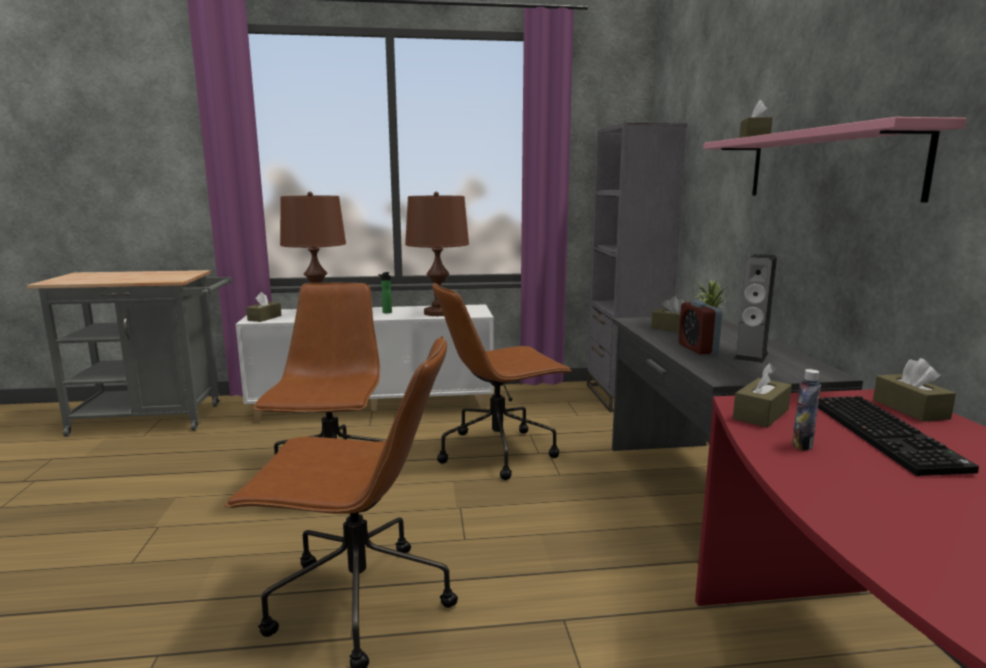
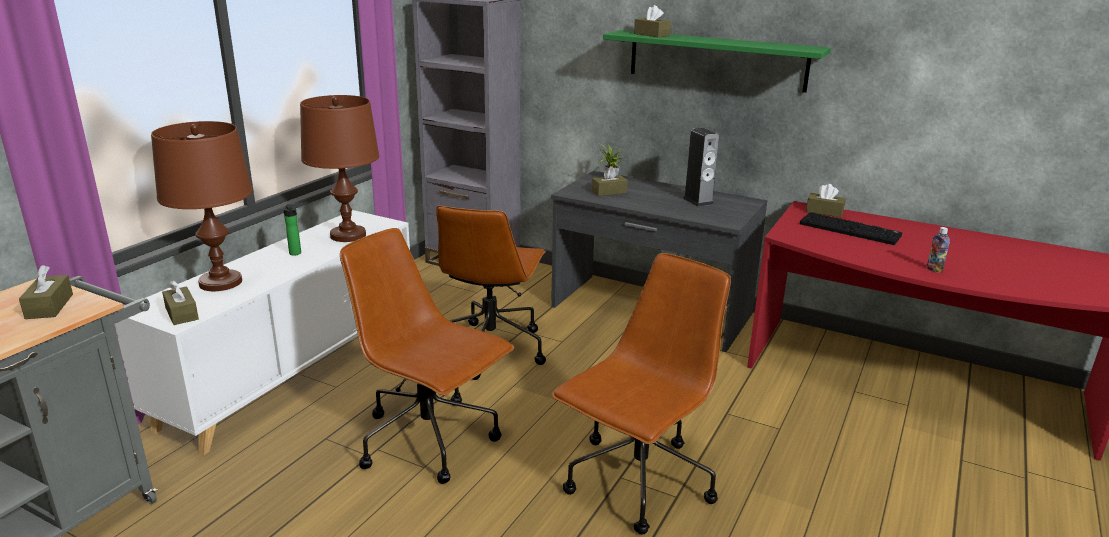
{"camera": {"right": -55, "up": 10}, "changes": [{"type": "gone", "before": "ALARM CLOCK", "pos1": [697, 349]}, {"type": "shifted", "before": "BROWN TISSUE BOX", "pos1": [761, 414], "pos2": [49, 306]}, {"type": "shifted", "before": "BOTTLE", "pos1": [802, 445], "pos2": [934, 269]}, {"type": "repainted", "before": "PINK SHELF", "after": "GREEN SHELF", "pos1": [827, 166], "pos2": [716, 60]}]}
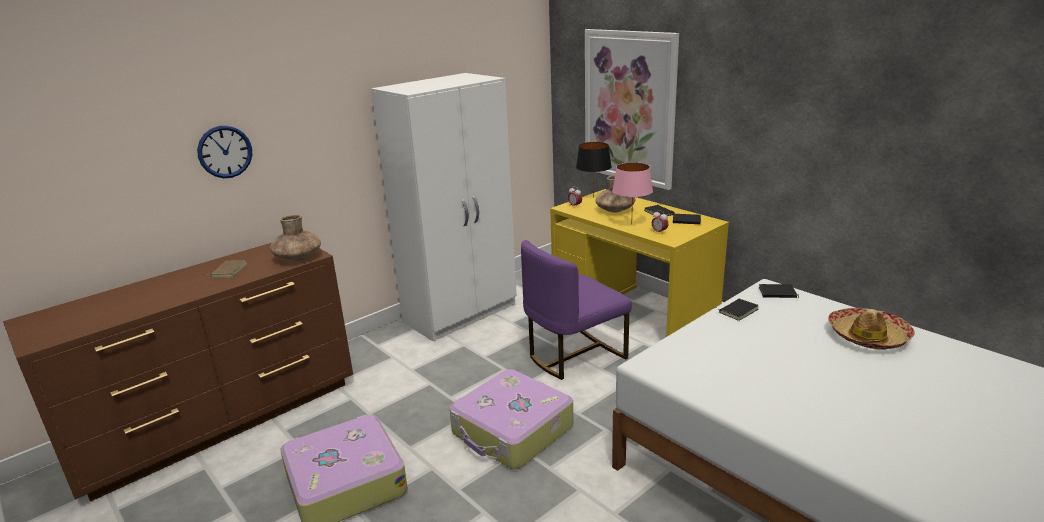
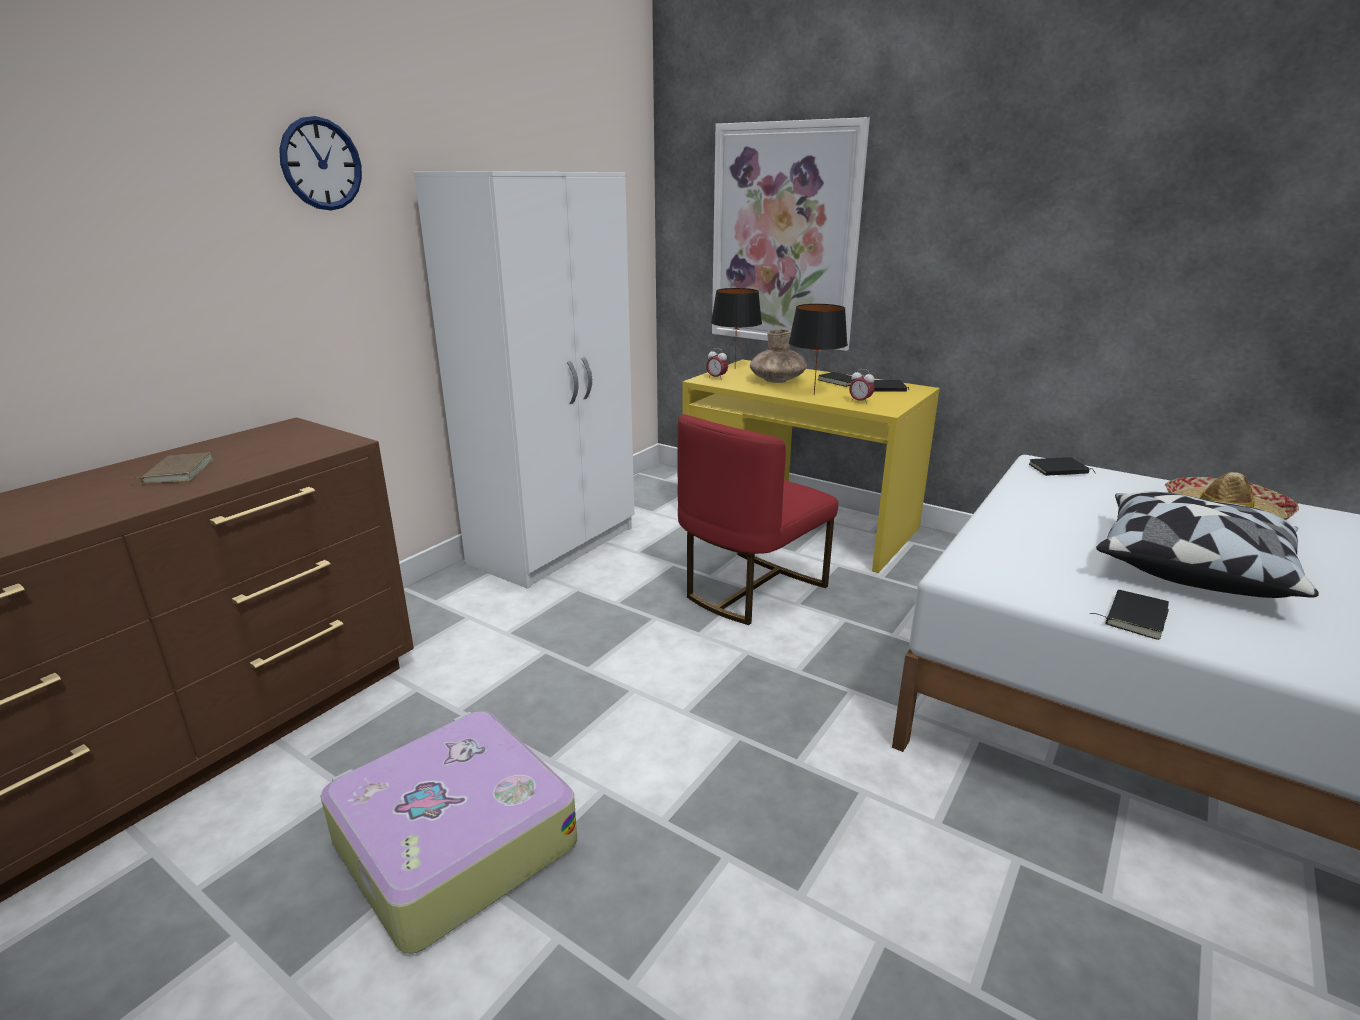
{"camera": {"right": -15, "up": 0}, "changes": [{"type": "gone", "before": "BROWN VASE", "pos1": [297, 257]}, {"type": "gone", "before": "SUITCASE", "pos1": [512, 431]}, {"type": "new", "after": "PILLOW", "pos2": [1191, 566]}, {"type": "shifted", "before": "WALL CLOCK", "pos1": [225, 152], "pos2": [321, 164]}, {"type": "shifted", "before": "BLACK BOOK", "pos1": [737, 311], "pos2": [1133, 617]}, {"type": "repainted", "before": "PURPLE CHAIR", "after": "RED CHAIR", "pos1": [574, 355], "pos2": [750, 589]}, {"type": "repainted", "before": "PINK TABLE LAMP", "after": "BLACK TABLE LAMP", "pos1": [631, 224], "pos2": [813, 395]}]}
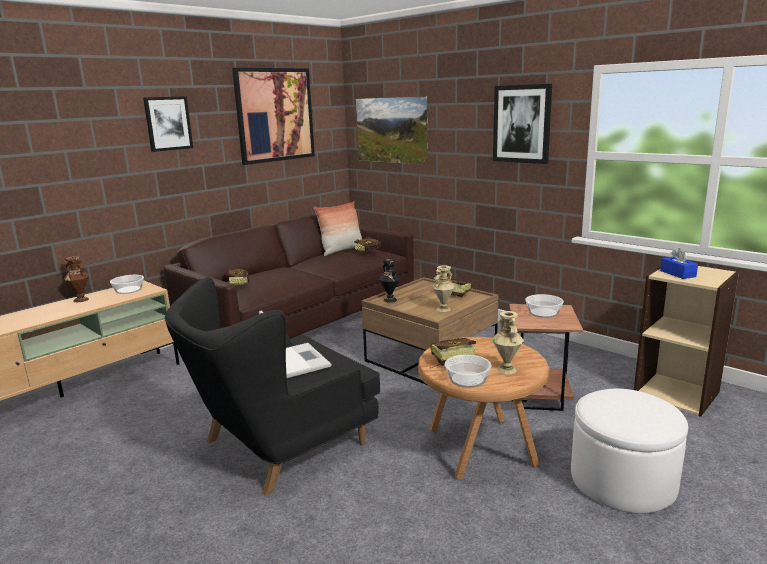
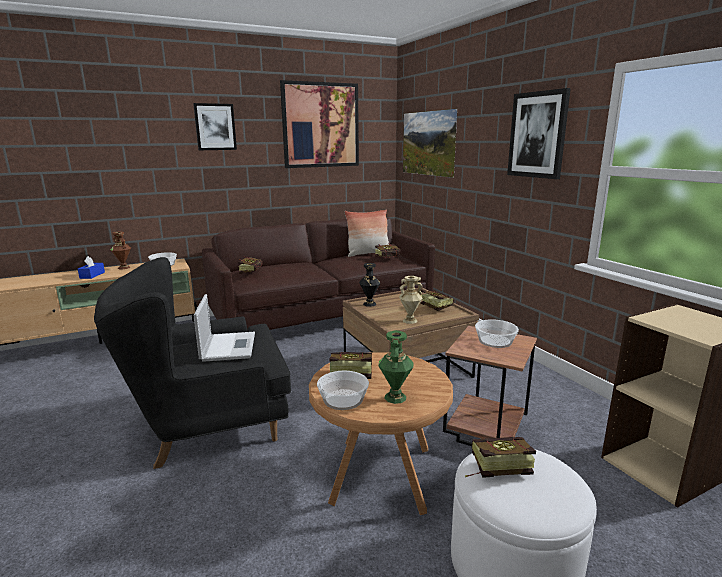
{"camera": {"right": 20, "up": 0}, "changes": [{"type": "new", "after": "BOOK", "pos2": [494, 468]}, {"type": "shifted", "before": "BLUE TISSUE BOX", "pos1": [677, 273], "pos2": [92, 275]}, {"type": "repainted", "before": "BEIGE VASE", "after": "GREEN VASE", "pos1": [507, 369], "pos2": [396, 397]}]}
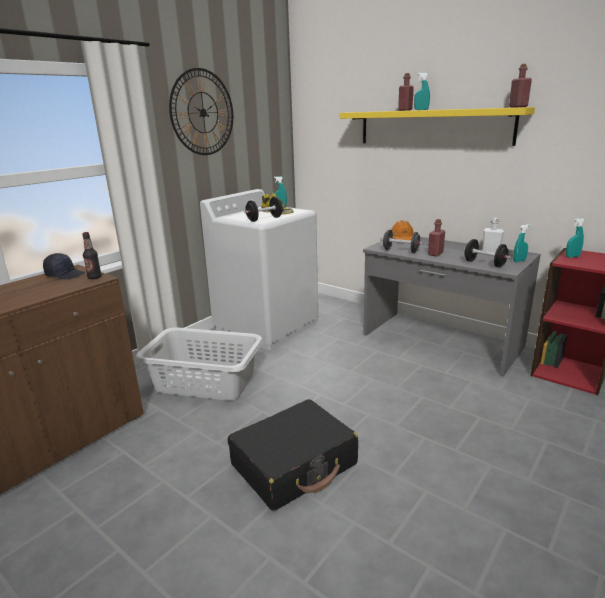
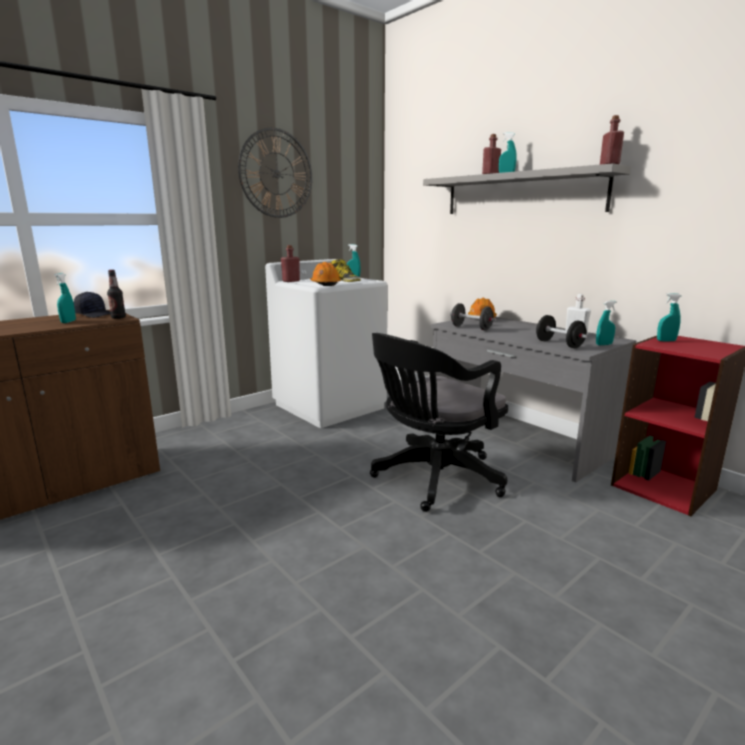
{"camera": {"right": 10, "up": -5}, "changes": [{"type": "gone", "before": "GREY LAUNDRY BASKET", "pos1": [205, 381]}, {"type": "gone", "before": "BLACK SUITCASE", "pos1": [294, 464]}, {"type": "new", "after": "TURQUOISE SPRAY BOTTLE", "pos2": [68, 322]}, {"type": "new", "after": "BLACK OFFICE CHAIR", "pos2": [433, 479]}, {"type": "shifted", "before": "RED BOTTLE", "pos1": [435, 254], "pos2": [291, 281]}, {"type": "swapped", "before": "BLACK DUMBBELL", "after": "ORANGE HARD HAT", "pos1": [264, 219], "pos2": [325, 284]}, {"type": "repainted", "before": "YELLOW SHELF", "after": "GREY SHELF", "pos1": [433, 127], "pos2": [521, 194]}]}
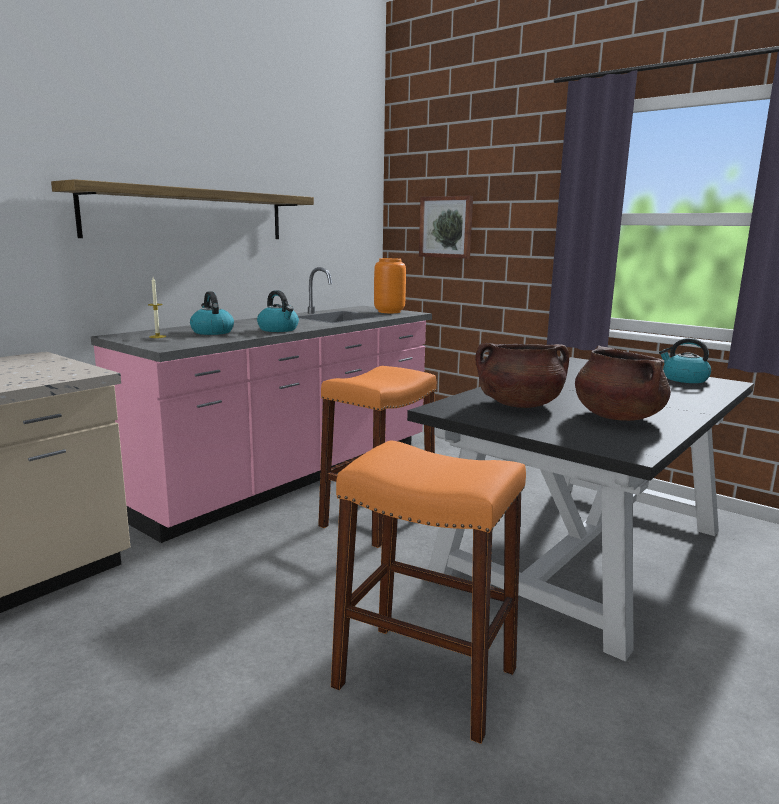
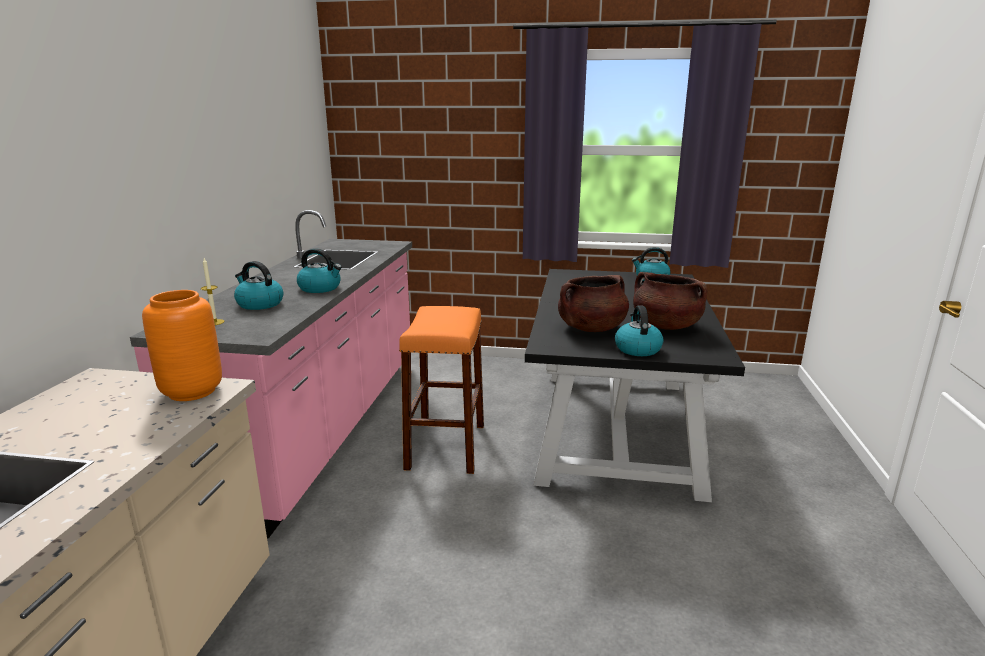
{"camera": {"right": -30, "up": 5}, "changes": [{"type": "gone", "before": "SHELF", "pos1": [189, 215]}, {"type": "gone", "before": "ORANGE STOOL", "pos1": [425, 677]}, {"type": "gone", "before": "PICTURE", "pos1": [446, 227]}, {"type": "new", "after": "KETTLE", "pos2": [637, 349]}, {"type": "shifted", "before": "ORANGE VASE", "pos1": [389, 312], "pos2": [193, 391]}]}
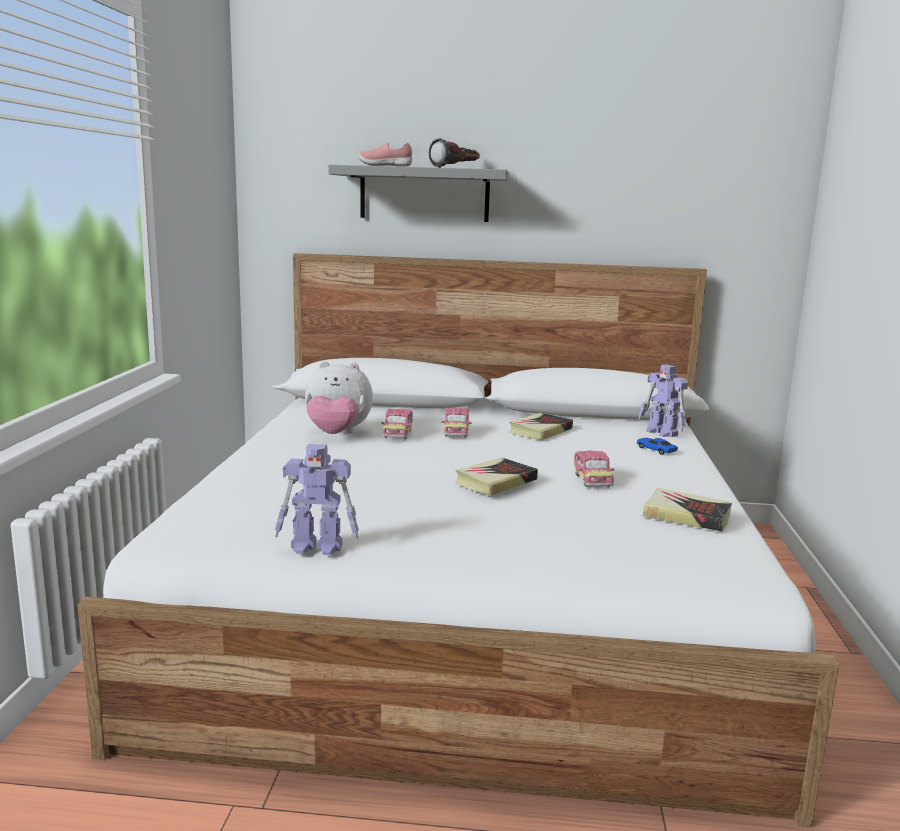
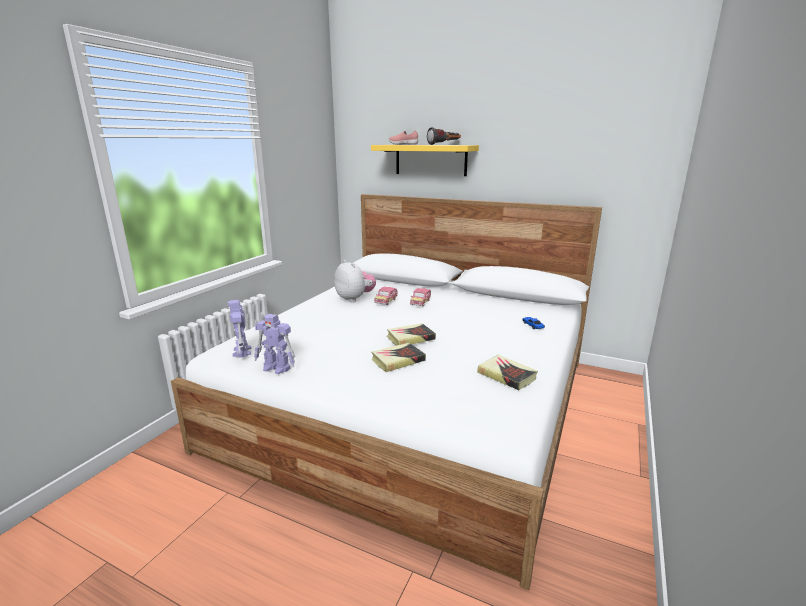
{"camera": {"right": 20, "up": 5}, "changes": [{"type": "gone", "before": "TOY CAR", "pos1": [592, 480]}, {"type": "shifted", "before": "BOOK", "pos1": [540, 431], "pos2": [398, 360]}, {"type": "shifted", "before": "TOY ROBOT", "pos1": [662, 433], "pos2": [242, 352]}, {"type": "repainted", "before": "GREY SHELF", "after": "YELLOW SHELF", "pos1": [424, 194], "pos2": [430, 160]}, {"type": "rotated", "before": "PLUSH TOY", "pos1": [337, 434], "pos2": [355, 299], "turn": -150}]}
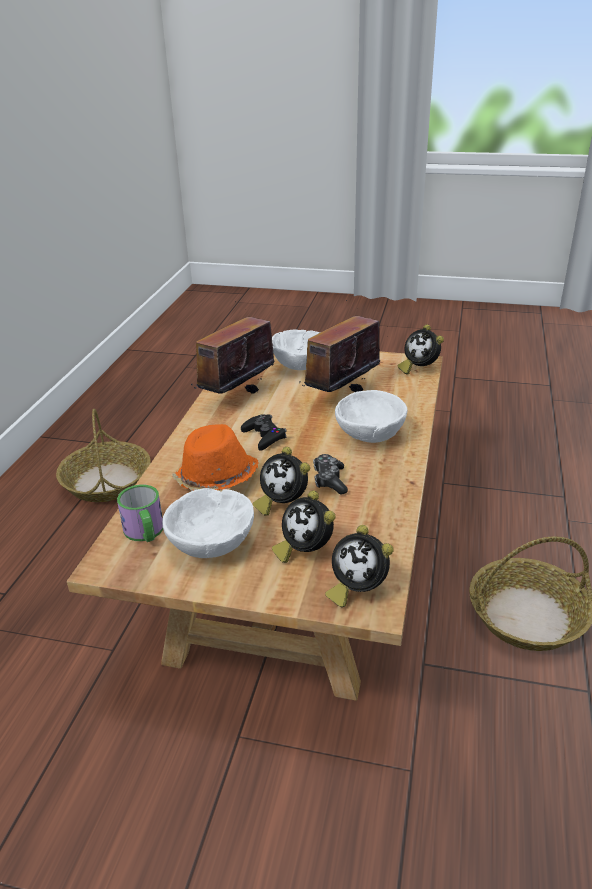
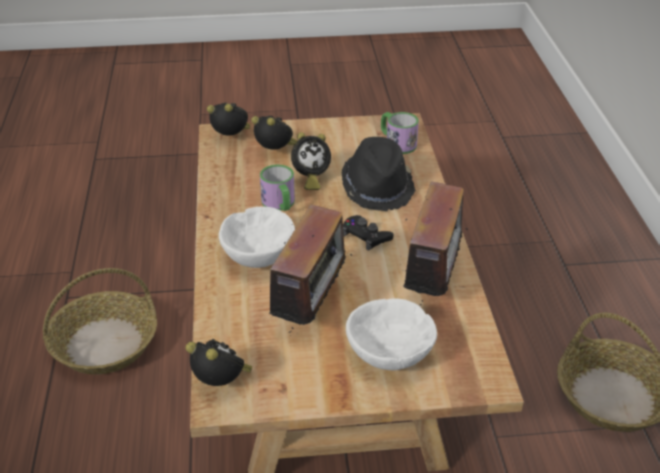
{"camera": {"right": 160, "up": 5}, "changes": [{"type": "gone", "before": "WHITE BOWL", "pos1": [211, 545]}, {"type": "swapped", "before": "GAME CONTROLLER", "after": "MUG", "pos1": [329, 480], "pos2": [280, 204]}, {"type": "repainted", "before": "ORANGE HAT", "after": "BLACK HAT", "pos1": [216, 479], "pos2": [378, 188]}, {"type": "rotated", "before": "ALARM CLOCK", "pos1": [282, 504], "pos2": [310, 179], "turn": 135}]}
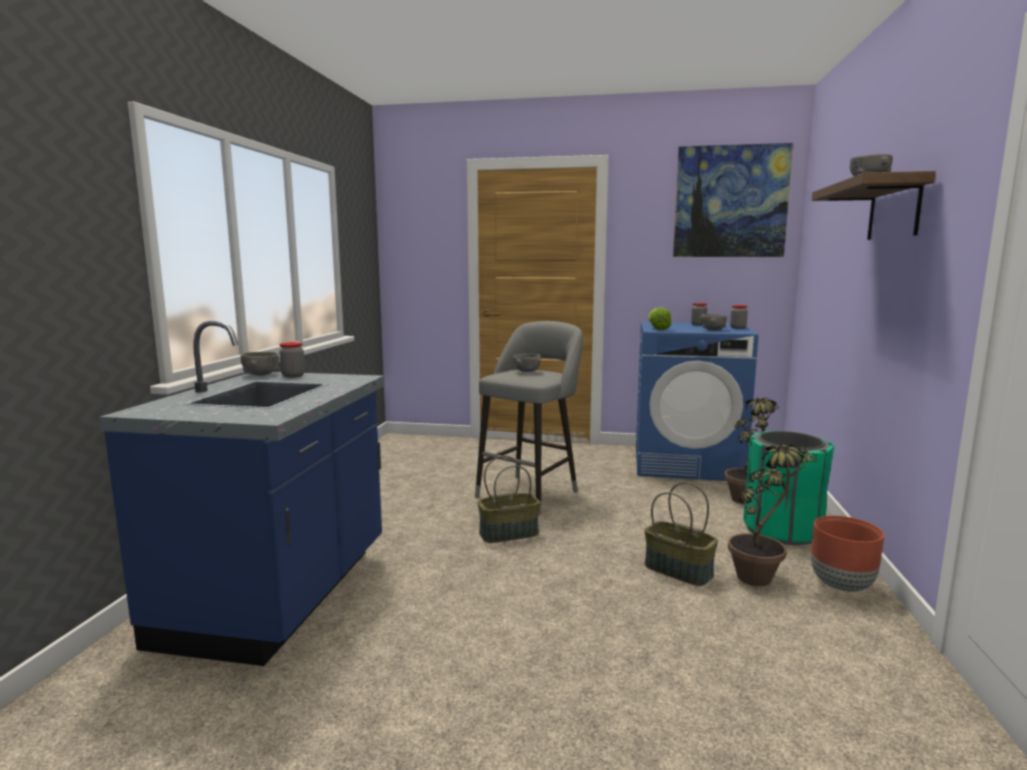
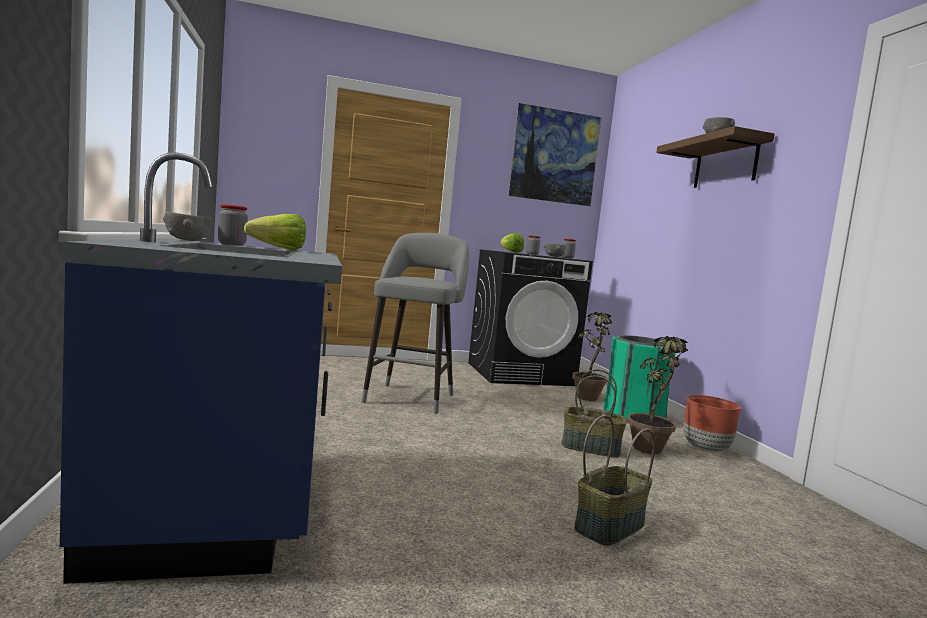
{"camera": {"right": -25, "up": -5}, "changes": [{"type": "gone", "before": "GREY BOWL", "pos1": [527, 371]}, {"type": "new", "after": "LETTUCE", "pos2": [273, 248]}, {"type": "shifted", "before": "BASKET", "pos1": [509, 533], "pos2": [609, 526]}, {"type": "repainted", "before": "BLUE WASHING MACHINE", "after": "BLACK WASHING MACHINE", "pos1": [687, 463], "pos2": [520, 374]}]}
